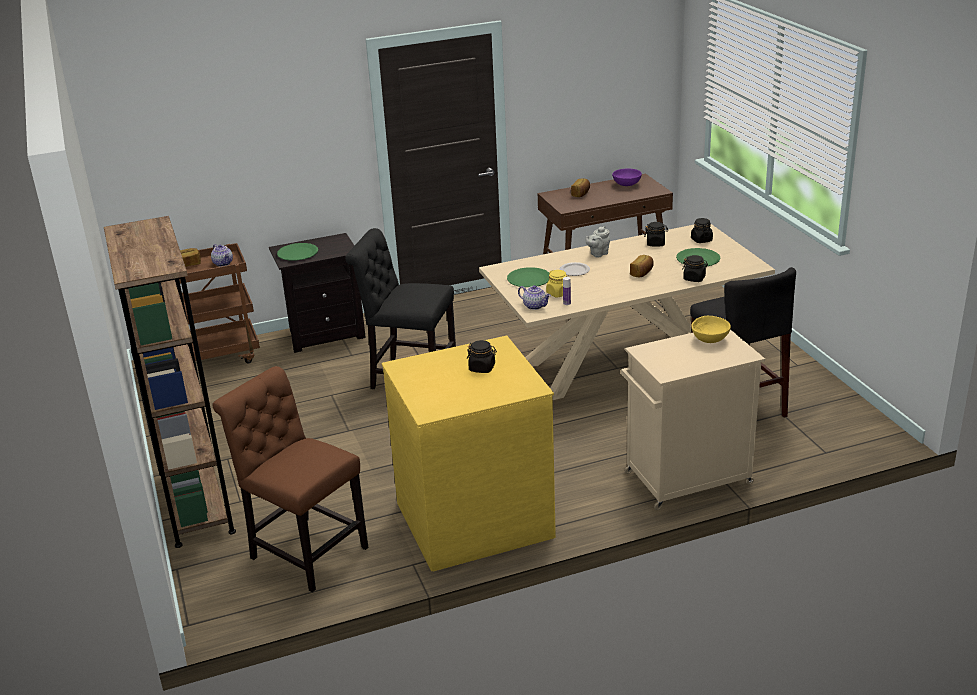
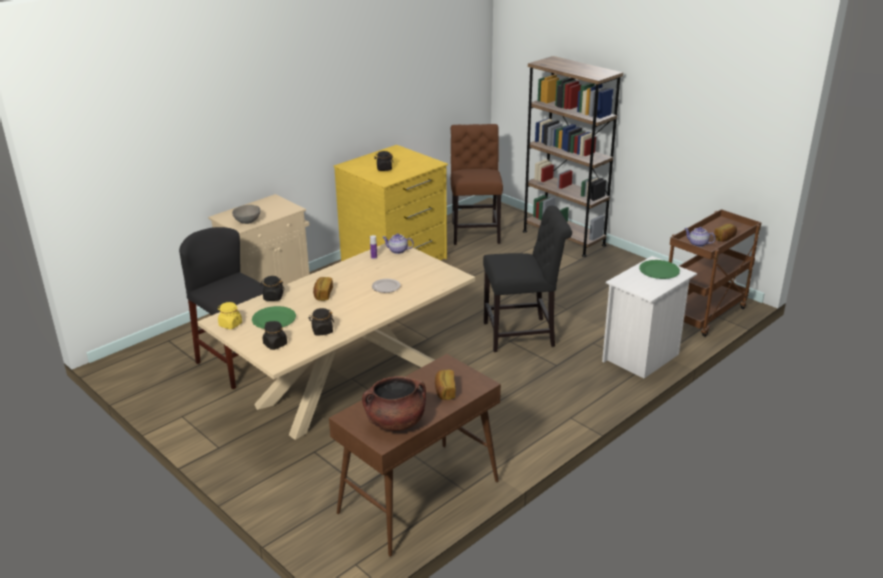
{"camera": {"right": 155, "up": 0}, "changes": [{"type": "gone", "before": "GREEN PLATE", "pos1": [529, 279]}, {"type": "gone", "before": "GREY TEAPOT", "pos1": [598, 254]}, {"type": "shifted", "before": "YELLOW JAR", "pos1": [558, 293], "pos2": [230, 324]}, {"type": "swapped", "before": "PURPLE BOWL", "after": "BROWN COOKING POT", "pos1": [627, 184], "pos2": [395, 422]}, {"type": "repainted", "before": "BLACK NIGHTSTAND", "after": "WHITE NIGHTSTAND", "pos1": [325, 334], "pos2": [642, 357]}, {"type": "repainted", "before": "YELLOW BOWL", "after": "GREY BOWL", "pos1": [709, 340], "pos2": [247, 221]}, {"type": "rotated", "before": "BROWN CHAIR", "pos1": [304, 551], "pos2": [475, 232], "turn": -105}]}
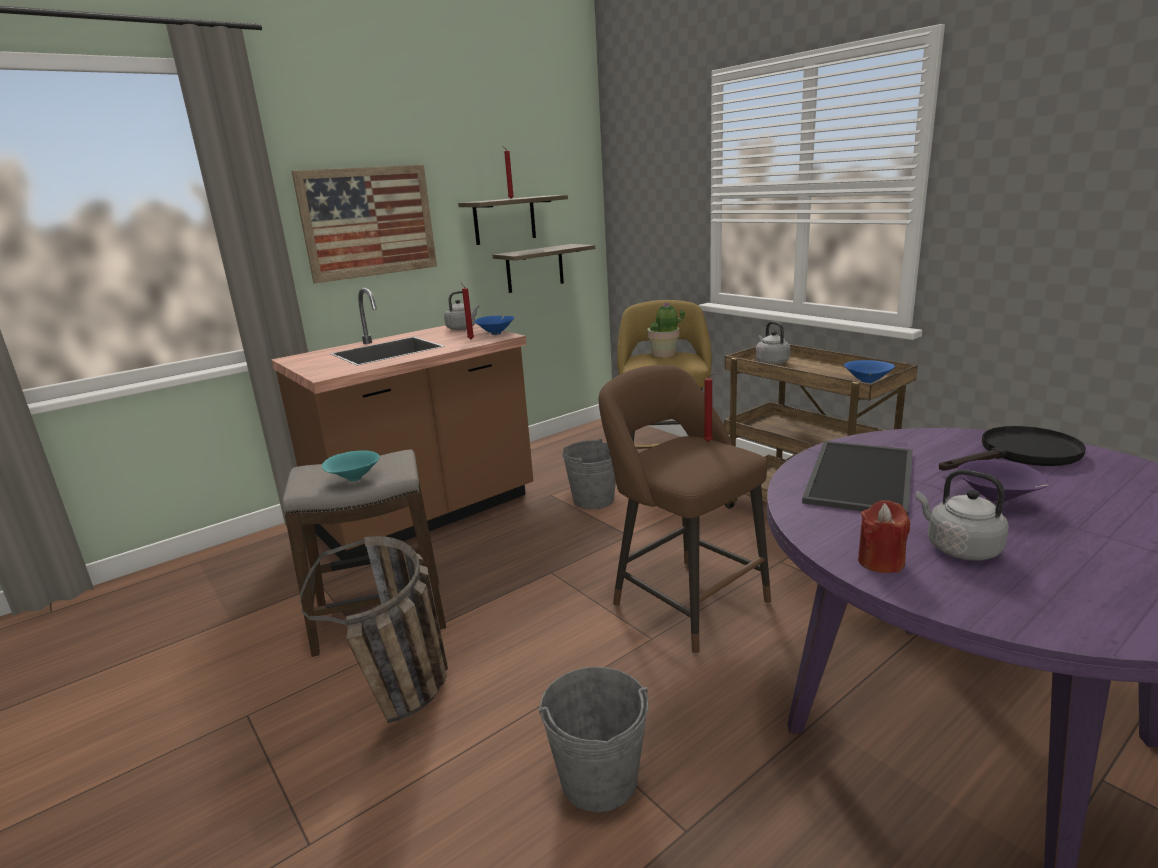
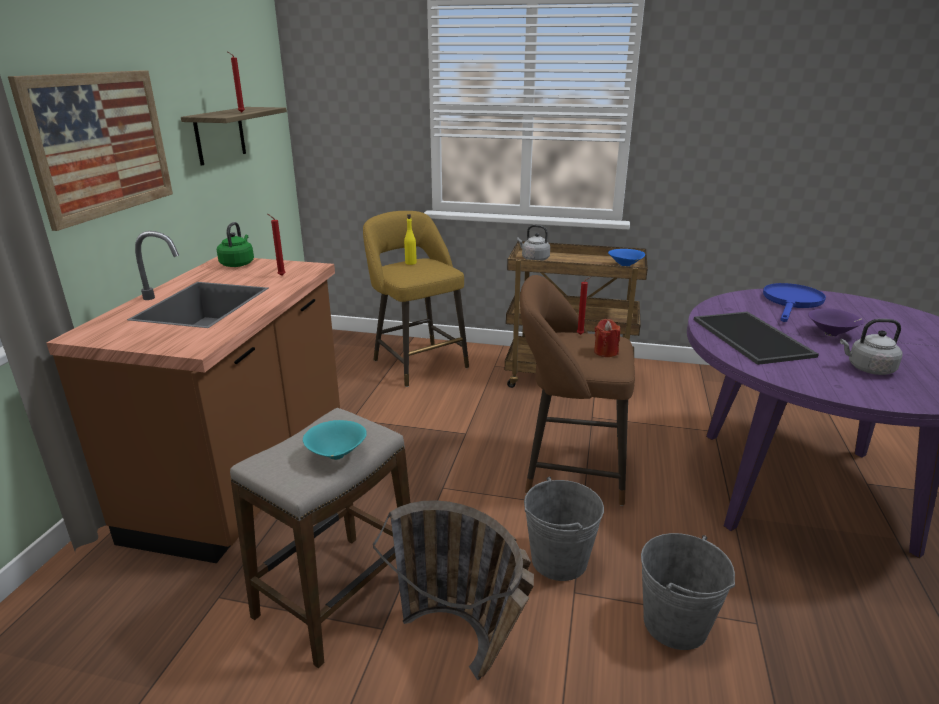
{"camera": {"right": -40, "up": 5}, "changes": [{"type": "gone", "before": "BLUE BOWL", "pos1": [496, 334]}, {"type": "gone", "before": "SHELF", "pos1": [535, 268]}, {"type": "shifted", "before": "GREY BUCKET", "pos1": [593, 500], "pos2": [559, 560]}, {"type": "shifted", "before": "RED CANDLE", "pos1": [880, 562], "pos2": [605, 352]}, {"type": "swapped", "before": "POTTED PLANT", "after": "YELLOW BOTTLE", "pos1": [664, 354], "pos2": [410, 263]}, {"type": "repainted", "before": "GREY KETTLE", "after": "GREEN KETTLE", "pos1": [462, 328], "pos2": [238, 264]}, {"type": "repainted", "before": "BLACK FRYING PAN", "after": "BLUE FRYING PAN", "pos1": [1020, 455], "pos2": [791, 302]}]}
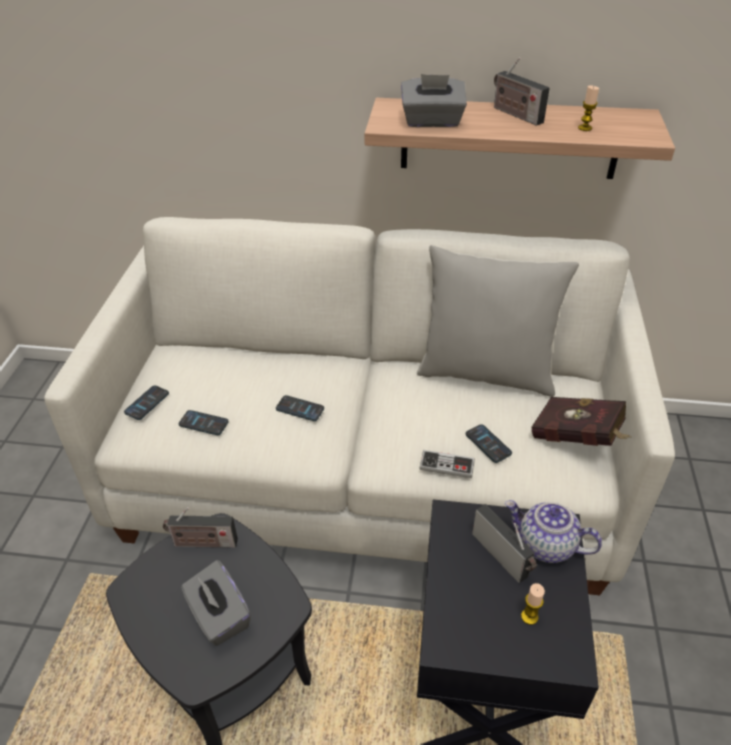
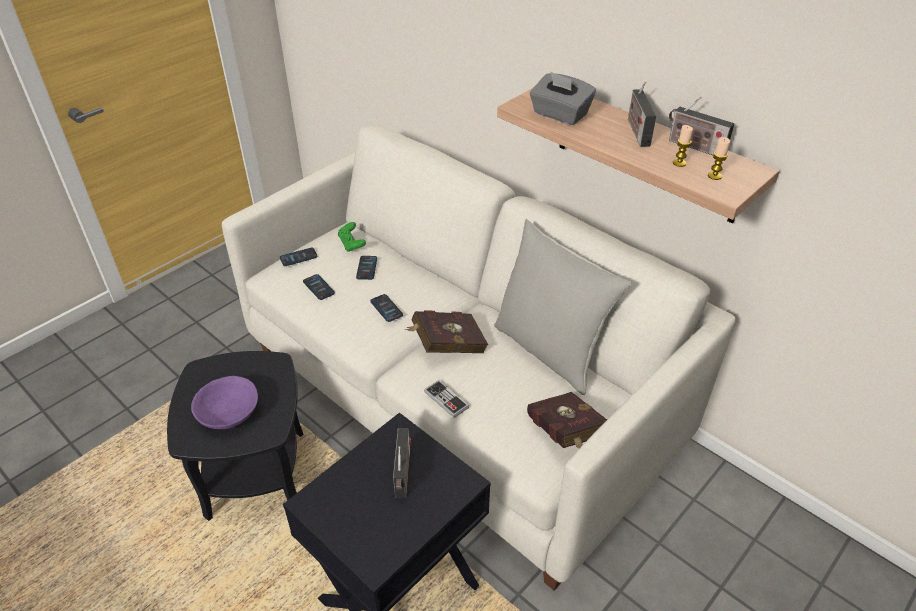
{"camera": {"right": 35, "up": 0}, "changes": [{"type": "gone", "before": "TEAPOT", "pos1": [545, 545]}, {"type": "new", "after": "GREEN GAME CONTROLLER", "pos2": [352, 244]}, {"type": "new", "after": "RED BOOK", "pos2": [446, 346]}, {"type": "shifted", "before": "RADIO", "pos1": [202, 543], "pos2": [693, 146]}, {"type": "shifted", "before": "PHONE", "pos1": [488, 444], "pos2": [367, 268]}, {"type": "shifted", "before": "CANDLE", "pos1": [529, 616], "pos2": [714, 176]}, {"type": "swapped", "before": "GREY TISSUE BOX", "after": "PURPLE BOWL", "pos1": [219, 616], "pos2": [229, 414]}]}
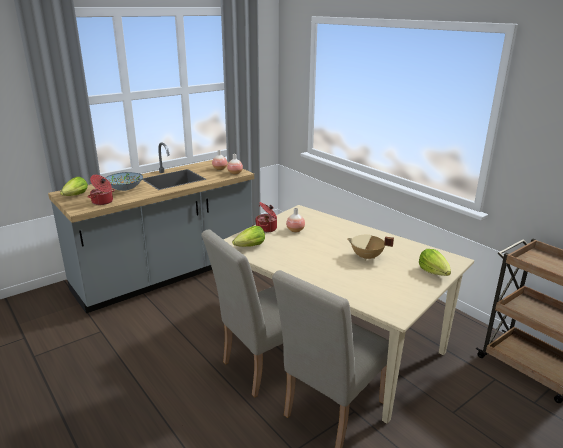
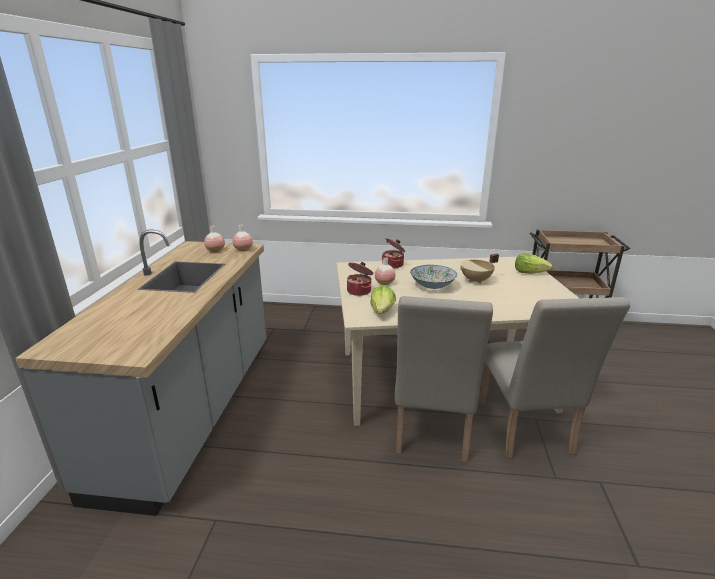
{"camera": {"right": -45, "up": 0}, "changes": [{"type": "gone", "before": "LETTUCE", "pos1": [76, 195]}, {"type": "shifted", "before": "COOKING POT", "pos1": [103, 202], "pos2": [393, 264]}, {"type": "shifted", "before": "BOWL", "pos1": [124, 189], "pos2": [432, 286]}]}
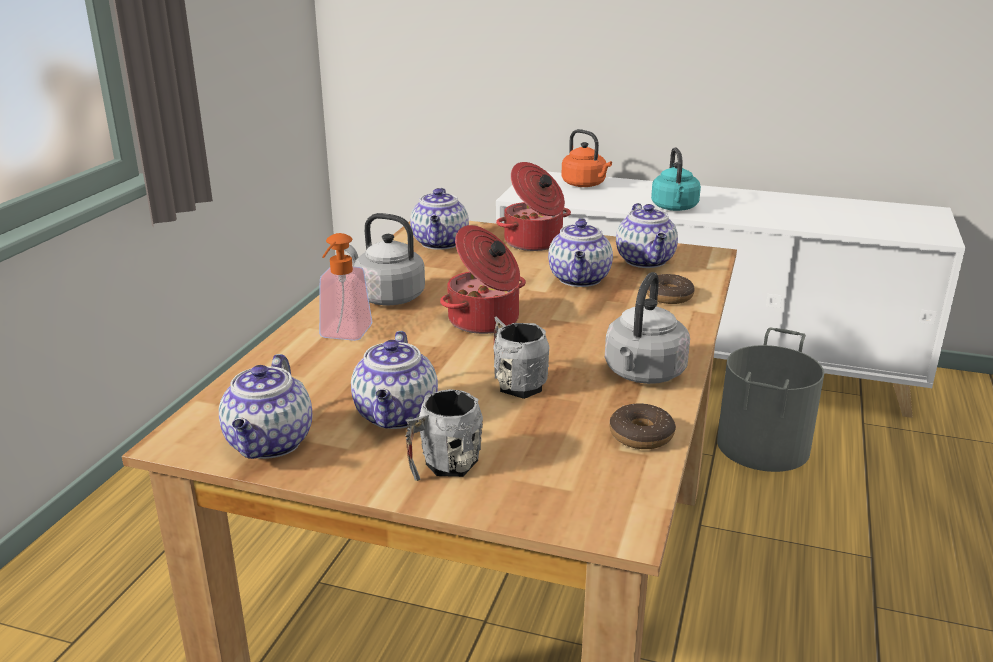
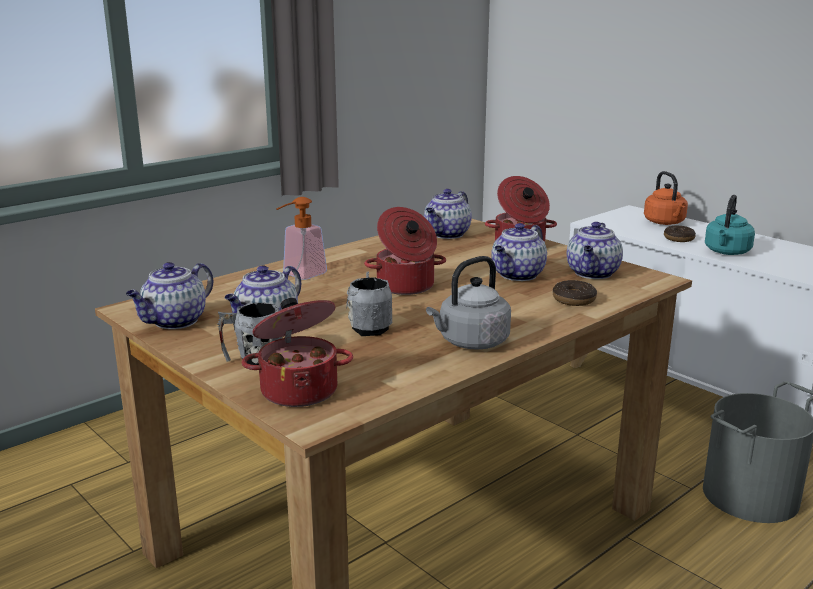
{"camera": {"right": 30, "up": -5}, "changes": [{"type": "gone", "before": "GREY KETTLE", "pos1": [386, 297]}, {"type": "new", "after": "COOKING POT", "pos2": [299, 390]}, {"type": "shifted", "before": "DONUT", "pos1": [641, 435], "pos2": [679, 238]}]}
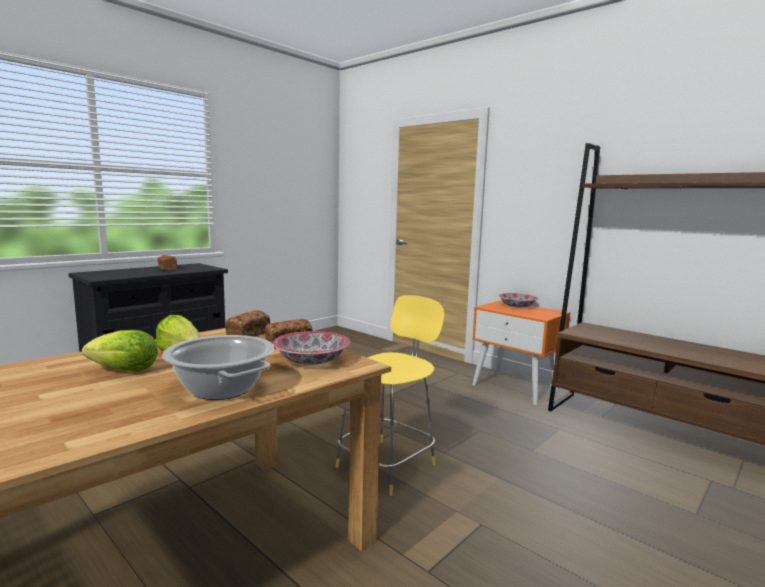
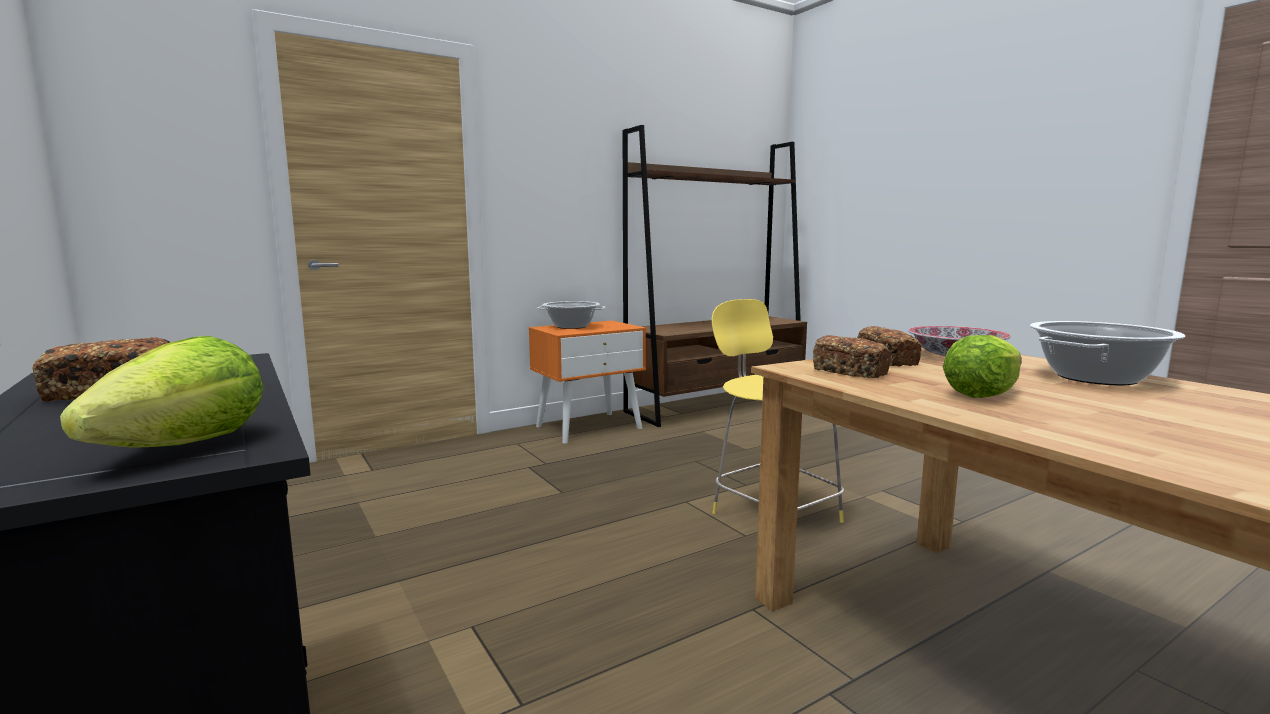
{"camera": {"right": -75, "up": 0}, "changes": [{"type": "shifted", "before": "LETTUCE", "pos1": [125, 371], "pos2": [187, 446]}, {"type": "swapped", "before": "BOWL", "after": "COOKING POT", "pos1": [516, 306], "pos2": [571, 326]}]}
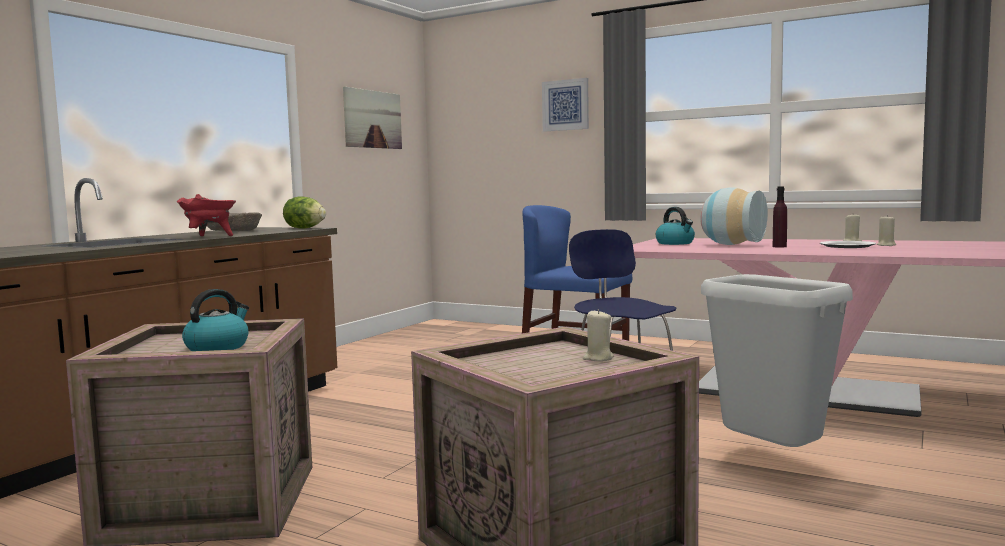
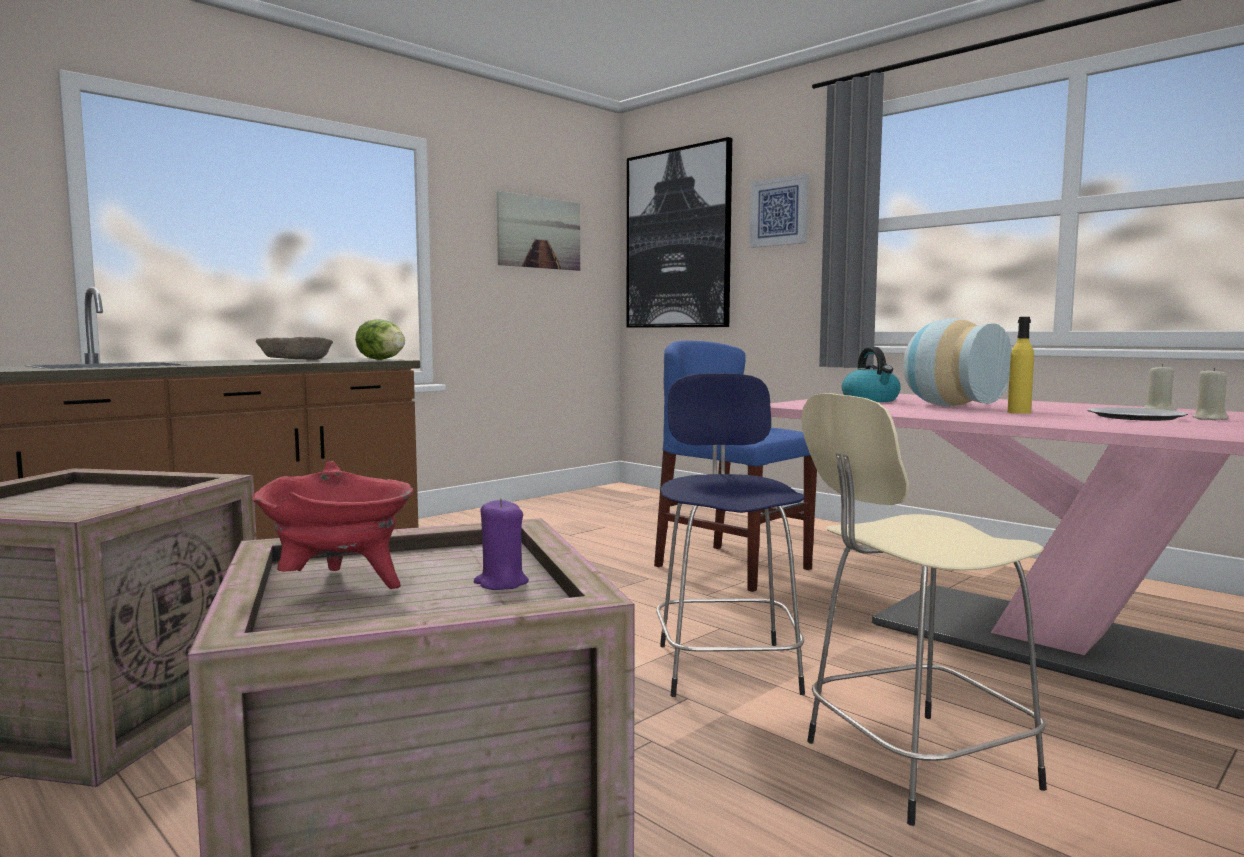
{"camera": {"right": 15, "up": 0}, "changes": [{"type": "gone", "before": "KETTLE", "pos1": [218, 347]}, {"type": "new", "after": "PICTURE", "pos2": [678, 239]}, {"type": "shifted", "before": "RED COOKING POT", "pos1": [209, 237], "pos2": [341, 586]}, {"type": "swapped", "before": "GREY TRASH CAN", "after": "BEIGE STOOL", "pos1": [769, 459], "pos2": [912, 765]}, {"type": "repainted", "before": "BEIGE CANDLE", "after": "PURPLE CANDLE", "pos1": [598, 358], "pos2": [501, 583]}, {"type": "repainted", "before": "PURPLE BOTTLE", "after": "YELLOW BOTTLE", "pos1": [779, 246], "pos2": [1019, 412]}]}
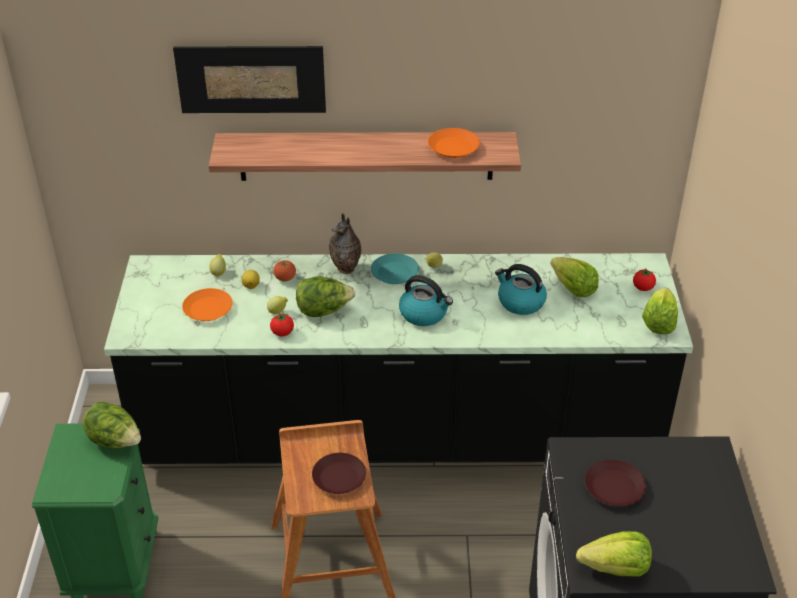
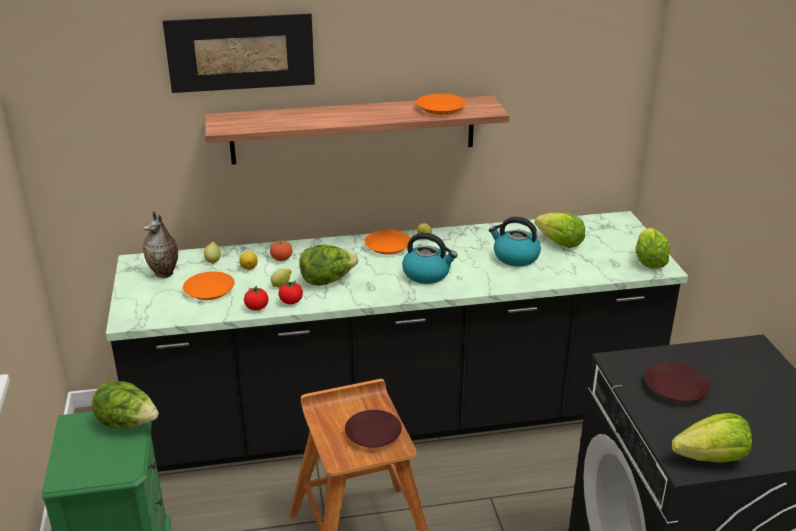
{"camera": {"right": -10, "up": -10}, "changes": [{"type": "shifted", "before": "VASE", "pos1": [347, 269], "pos2": [165, 274]}, {"type": "shifted", "before": "TOMATO", "pos1": [643, 288], "pos2": [257, 308]}, {"type": "repainted", "before": "TURQUOISE PLATE", "after": "ORANGE PLATE", "pos1": [394, 273], "pos2": [387, 246]}]}
